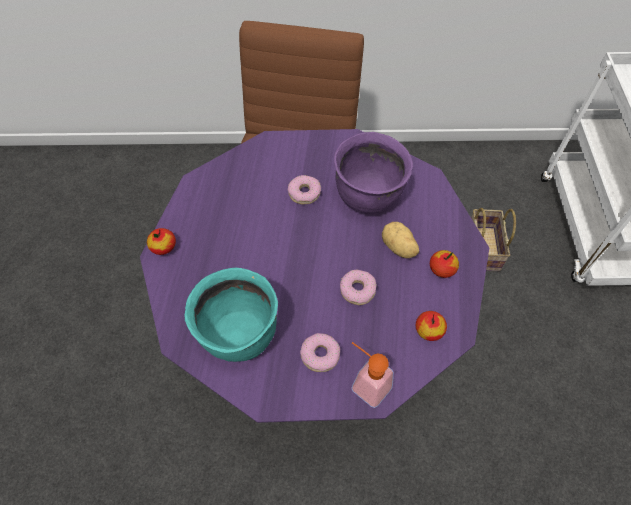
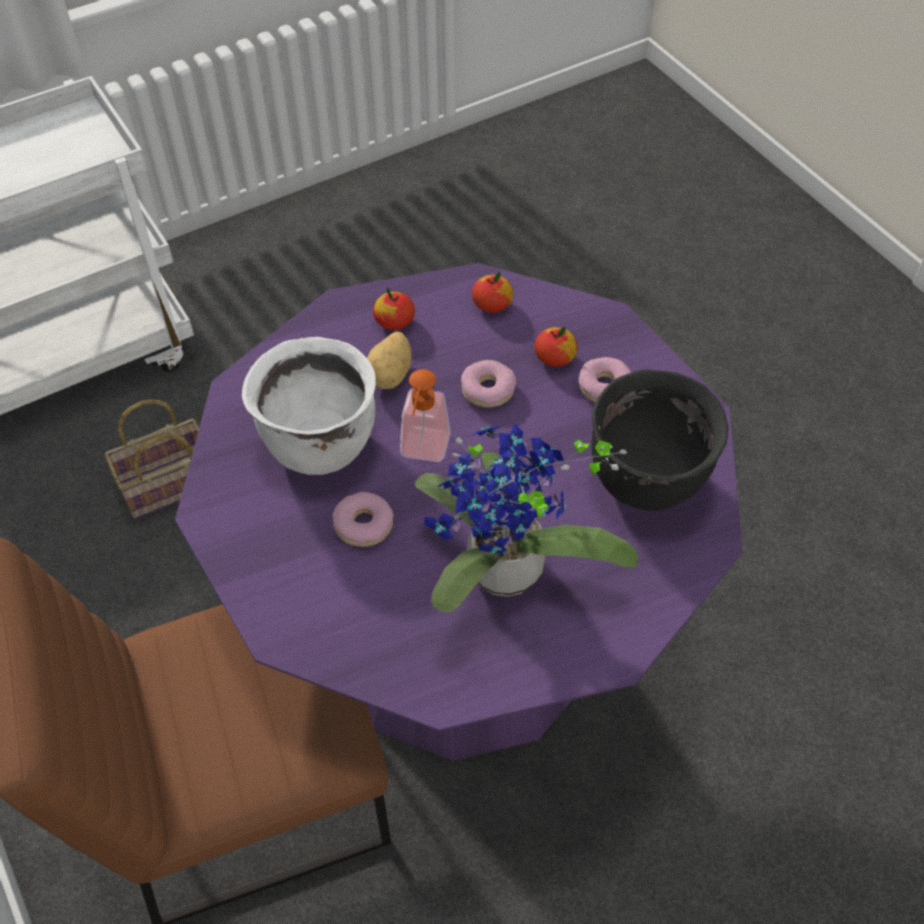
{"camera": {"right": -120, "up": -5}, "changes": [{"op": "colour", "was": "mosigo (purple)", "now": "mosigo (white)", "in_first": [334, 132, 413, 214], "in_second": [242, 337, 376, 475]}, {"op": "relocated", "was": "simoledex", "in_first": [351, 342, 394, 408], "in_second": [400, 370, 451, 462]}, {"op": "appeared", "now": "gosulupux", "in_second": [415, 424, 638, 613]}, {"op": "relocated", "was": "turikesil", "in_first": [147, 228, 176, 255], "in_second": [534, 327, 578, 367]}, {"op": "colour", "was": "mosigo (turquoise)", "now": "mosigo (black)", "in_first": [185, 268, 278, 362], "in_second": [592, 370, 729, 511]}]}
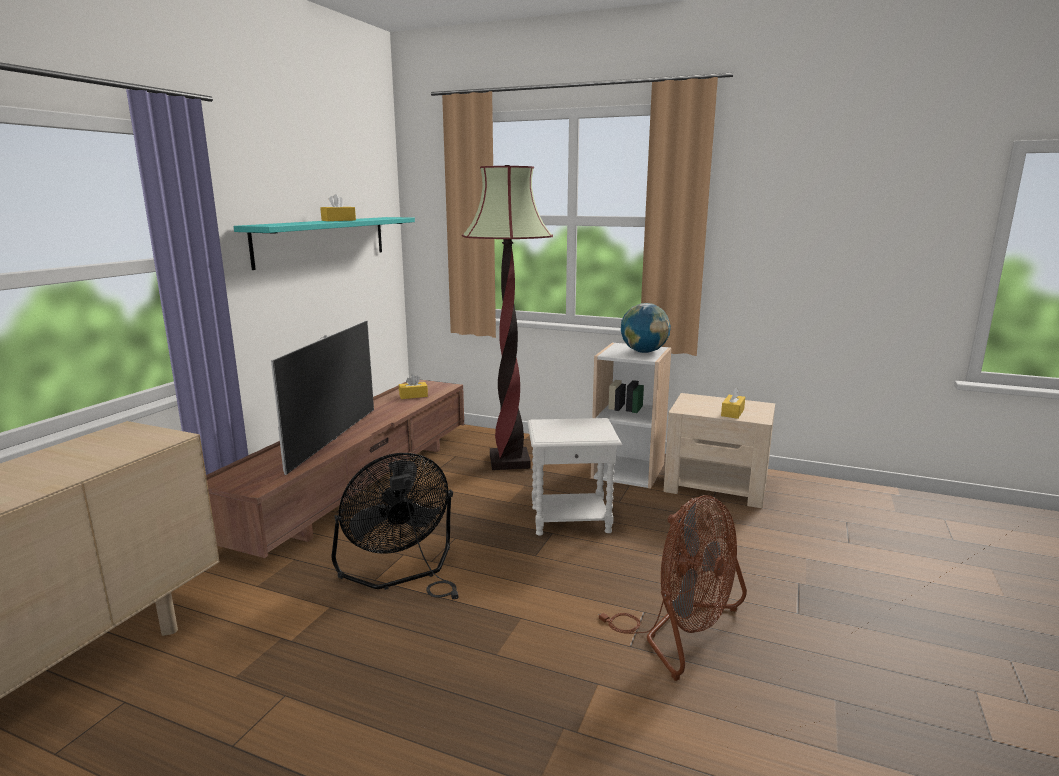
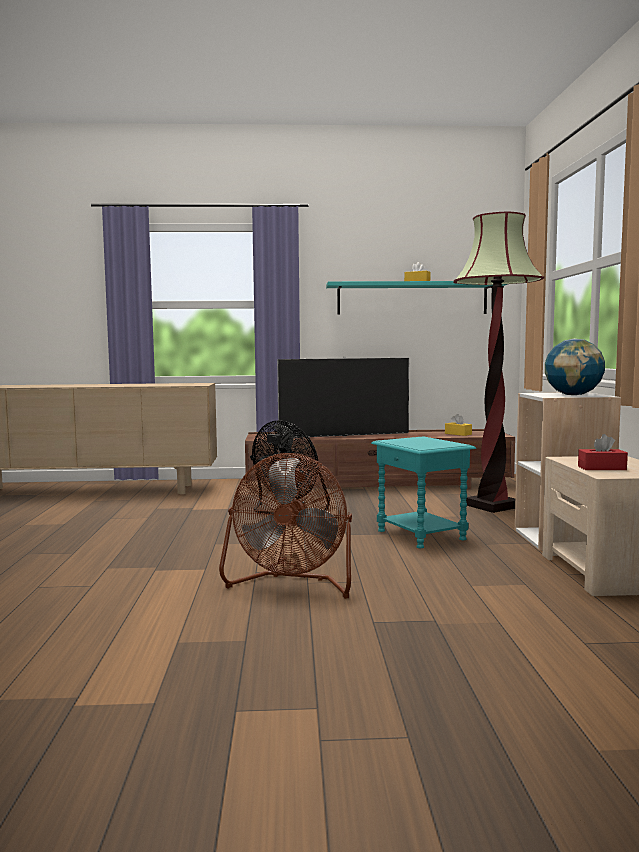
{"camera": {"right": 65, "up": -10}, "changes": [{"op": "colour", "was": "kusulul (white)", "now": "kusulul (turquoise)", "in_first": [527, 418, 622, 535], "in_second": [371, 436, 476, 548]}, {"op": "colour", "was": "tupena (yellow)", "now": "tupena (red)", "in_first": [721, 387, 745, 419], "in_second": [578, 434, 628, 470]}]}
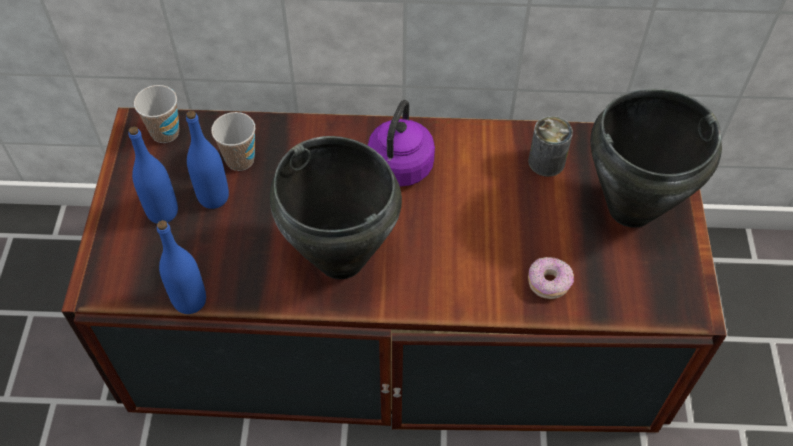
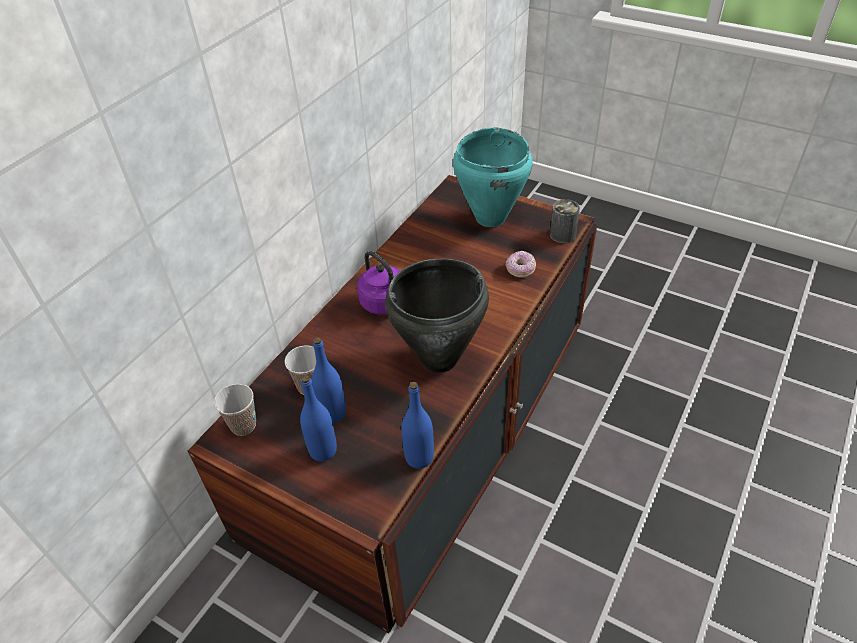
{"camera": {"right": -60, "up": -10}, "changes": [{"op": "colour", "was": "mosigo (black)", "now": "mosigo (turquoise)", "in_first": [590, 89, 722, 228], "in_second": [453, 128, 533, 227]}, {"op": "relocated", "was": "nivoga", "in_first": [528, 116, 573, 177], "in_second": [550, 199, 580, 243]}]}
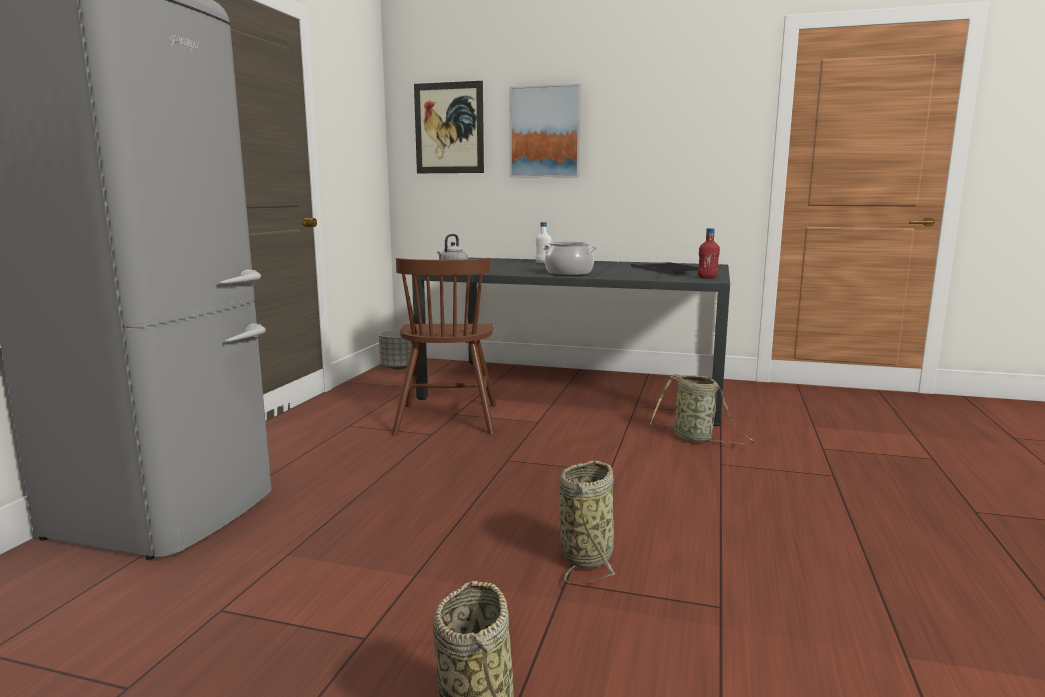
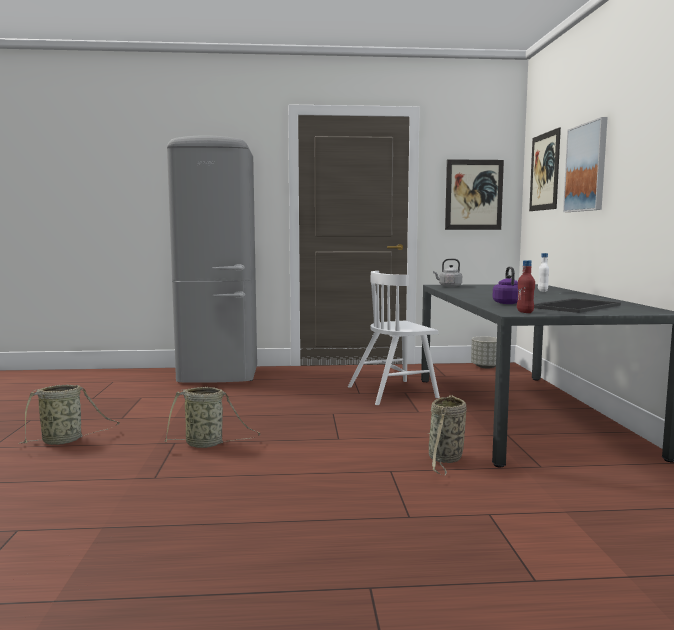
{"camera": {"right": 70, "up": -5}, "changes": [{"op": "colour", "was": "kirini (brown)", "now": "kirini (white)", "in_first": [392, 258, 496, 436], "in_second": [348, 271, 440, 405]}, {"op": "appeared", "now": "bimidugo", "in_second": [445, 159, 504, 230]}, {"op": "appeared", "now": "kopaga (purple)", "in_second": [492, 267, 518, 304]}, {"op": "missing", "was": "mosigo", "in_first": [543, 242, 597, 275]}]}
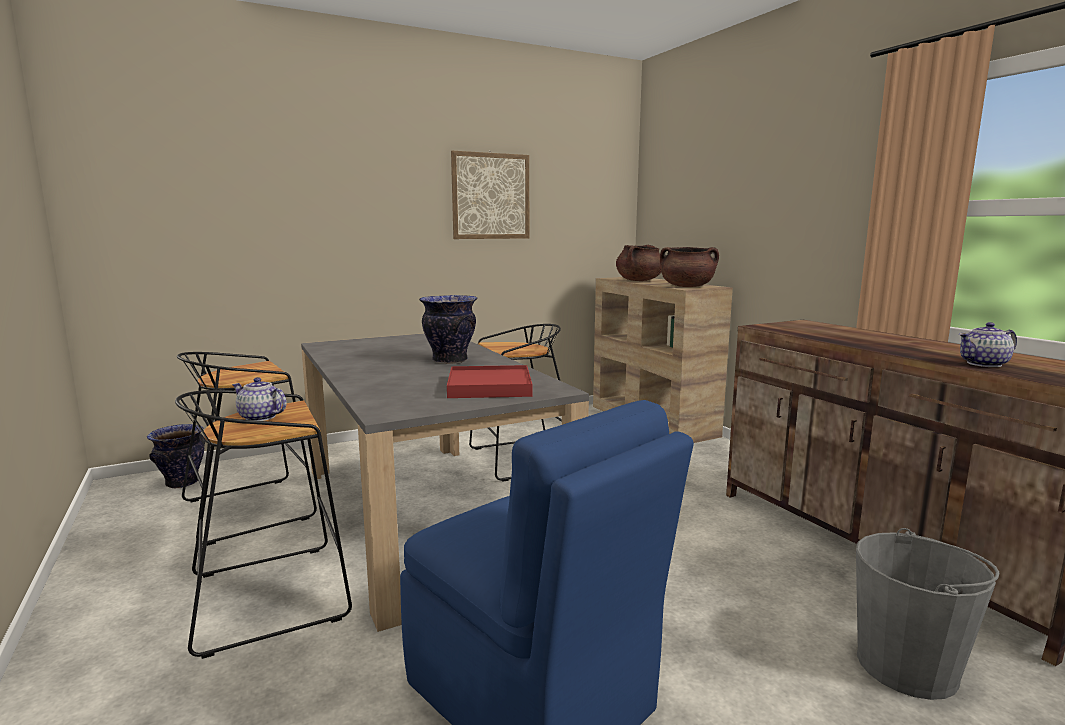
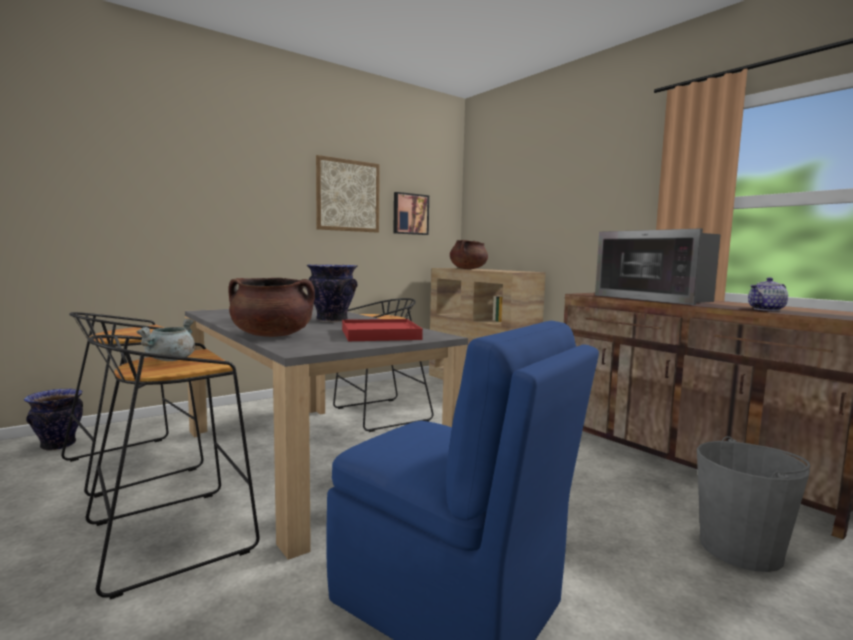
{"camera": {"right": -10, "up": -5}, "changes": [{"op": "exchanged", "was": "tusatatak", "now": "mosigo (grey)", "in_first": [232, 377, 287, 421], "in_second": [136, 319, 195, 361]}, {"op": "relocated", "was": "mosigo (brown)", "in_first": [660, 247, 719, 287], "in_second": [228, 278, 315, 337]}, {"op": "appeared", "now": "bimidugo", "in_second": [393, 192, 429, 235]}, {"op": "appeared", "now": "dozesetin", "in_second": [595, 228, 721, 305]}]}
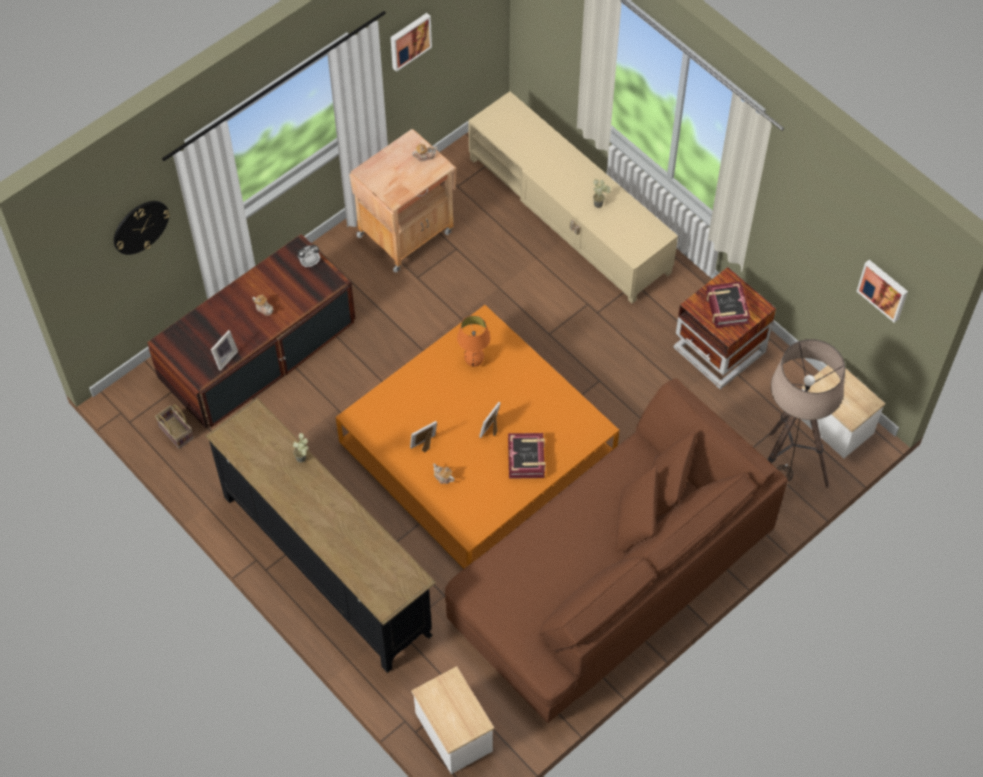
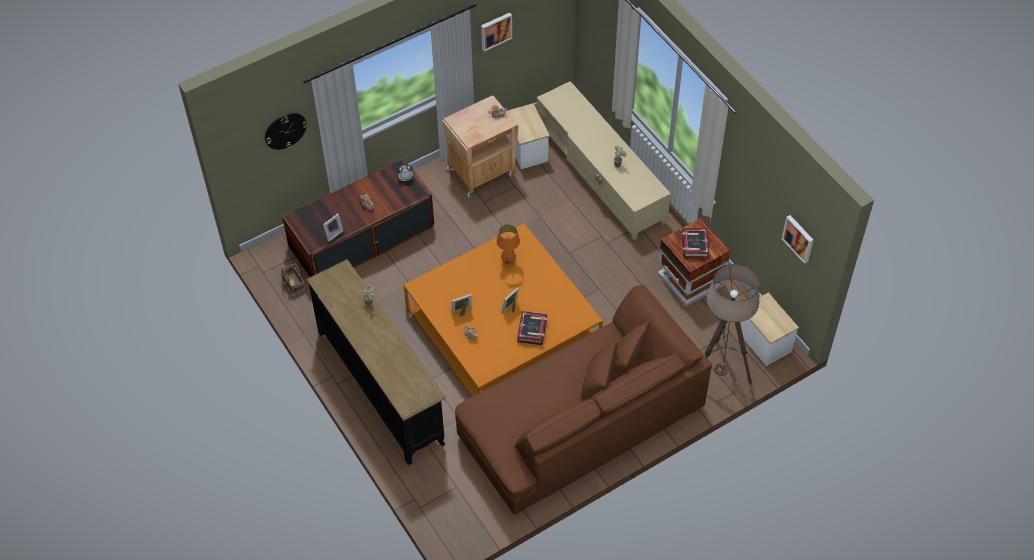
{"camera": {"right": 10, "up": -5}, "changes": [{"op": "relocated", "was": "kusulul", "in_first": [412, 666, 494, 774], "in_second": [506, 103, 550, 169]}]}
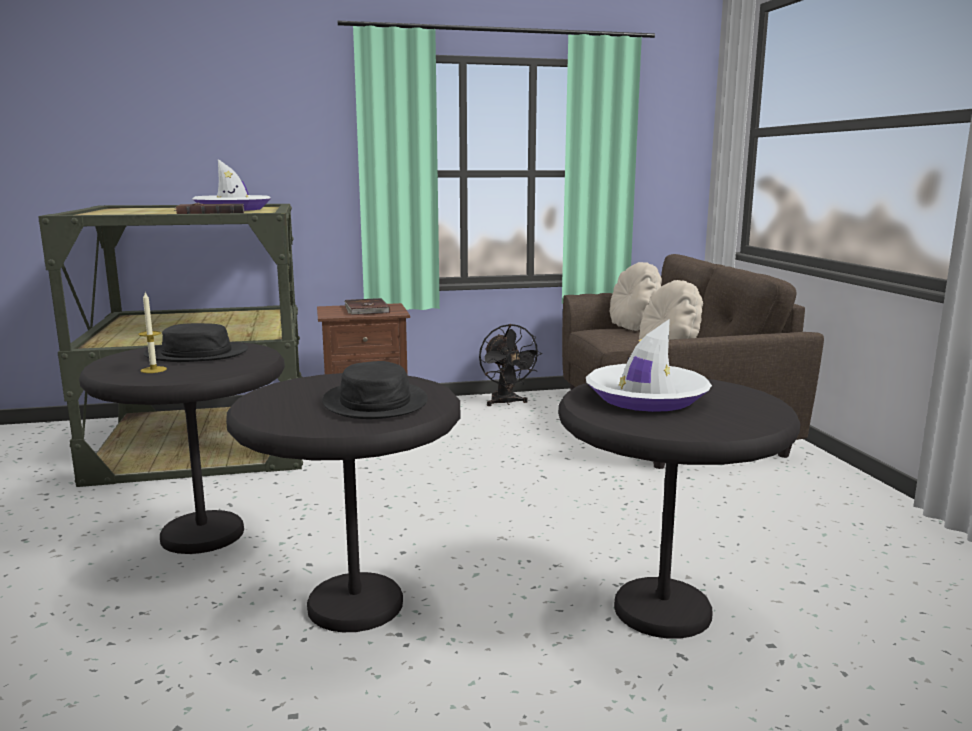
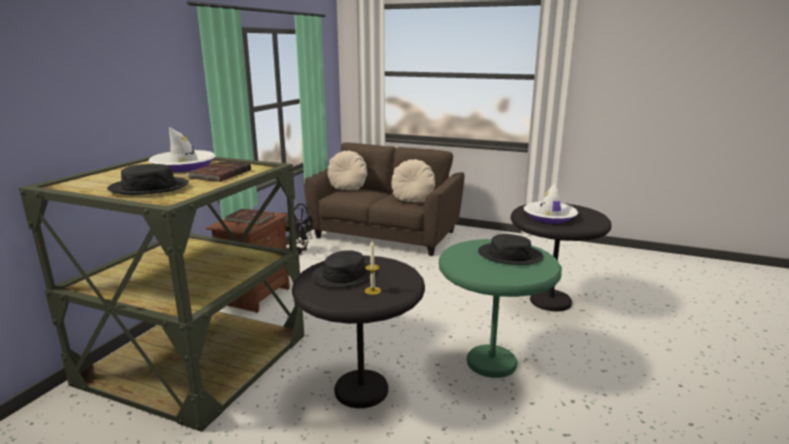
{"camera": {"right": -55, "up": 5}, "changes": [{"op": "appeared", "now": "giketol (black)", "in_second": [107, 164, 189, 195]}, {"op": "colour", "was": "kusulul (black)", "now": "kusulul (green)", "in_first": [226, 373, 460, 632], "in_second": [439, 239, 562, 378]}]}
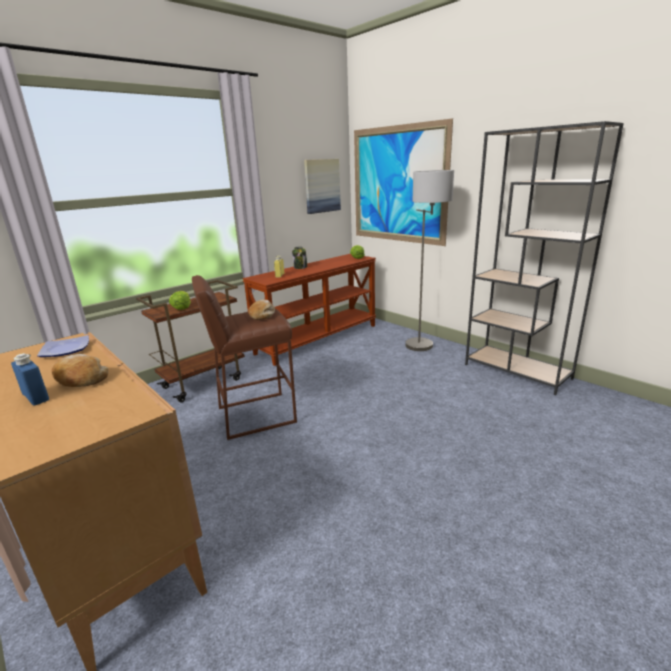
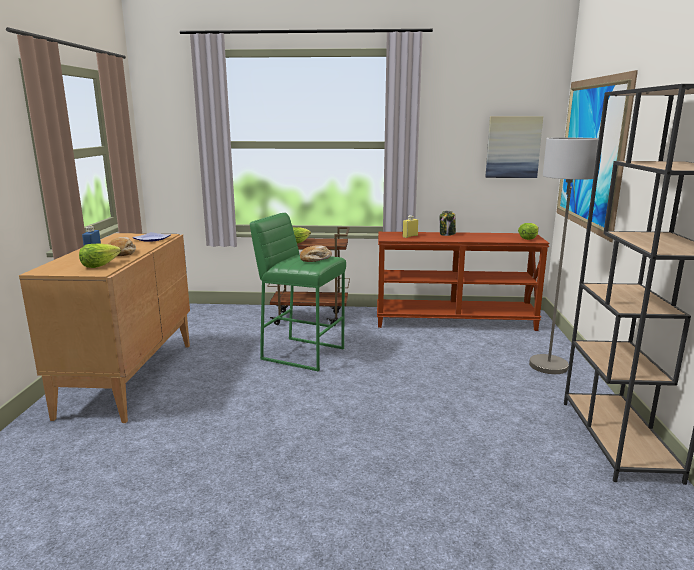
{"camera": {"right": 45, "up": -5}, "changes": [{"op": "appeared", "now": "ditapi", "in_second": [79, 243, 121, 268]}, {"op": "colour", "was": "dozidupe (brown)", "now": "dozidupe (green)", "in_first": [192, 275, 297, 440], "in_second": [250, 213, 346, 372]}]}
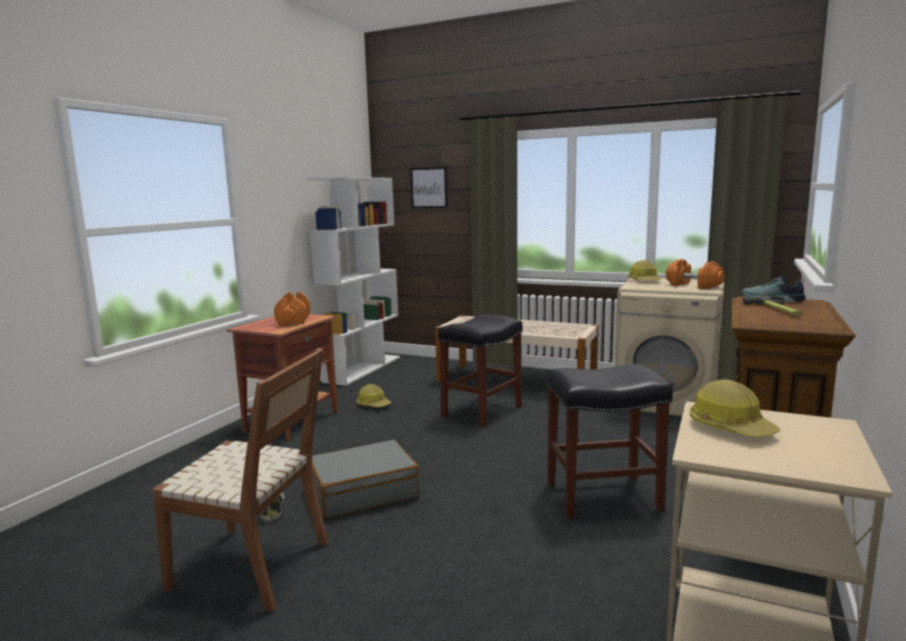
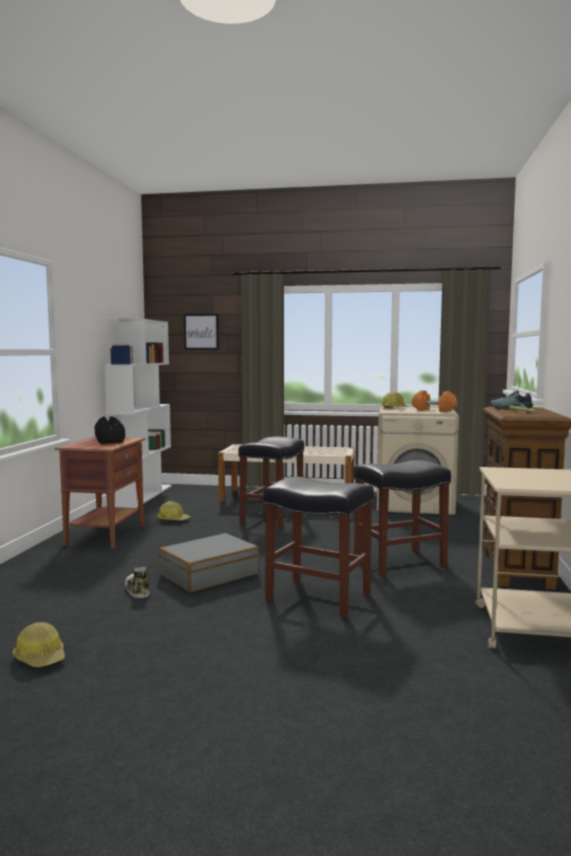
{"camera": {"right": -15, "up": -5}, "changes": [{"op": "relocated", "was": "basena", "in_first": [690, 379, 781, 438], "in_second": [12, 622, 65, 667]}, {"op": "colour", "was": "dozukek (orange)", "now": "dozukek (black)", "in_first": [274, 292, 310, 325], "in_second": [95, 416, 125, 444]}, {"op": "appeared", "now": "dozidupe (black)", "in_second": [264, 477, 374, 618]}, {"op": "missing", "was": "kirini", "in_first": [152, 348, 329, 612]}]}
